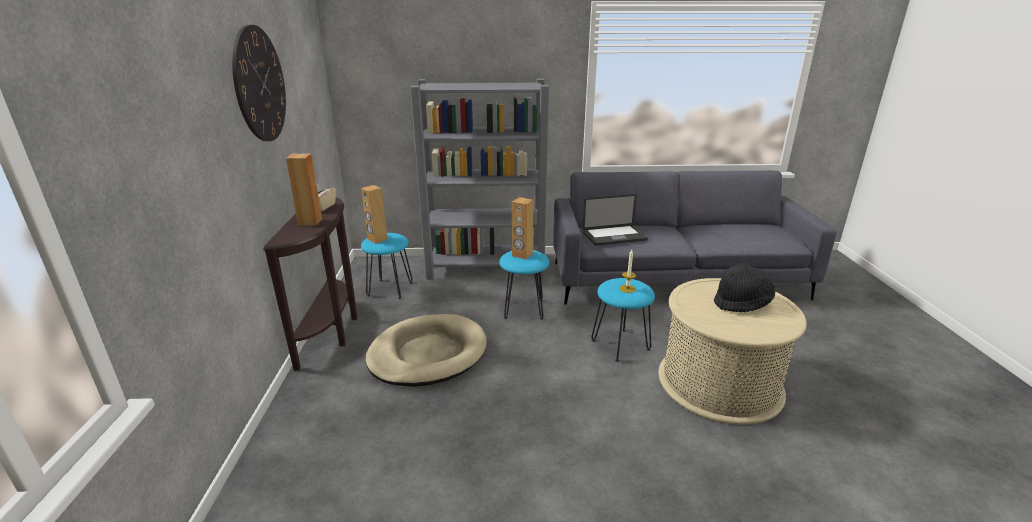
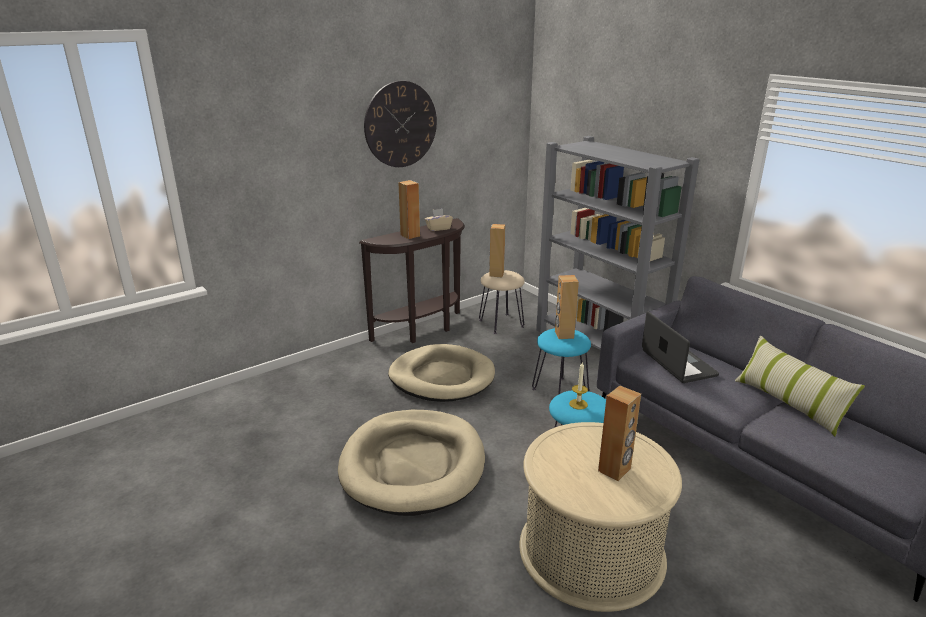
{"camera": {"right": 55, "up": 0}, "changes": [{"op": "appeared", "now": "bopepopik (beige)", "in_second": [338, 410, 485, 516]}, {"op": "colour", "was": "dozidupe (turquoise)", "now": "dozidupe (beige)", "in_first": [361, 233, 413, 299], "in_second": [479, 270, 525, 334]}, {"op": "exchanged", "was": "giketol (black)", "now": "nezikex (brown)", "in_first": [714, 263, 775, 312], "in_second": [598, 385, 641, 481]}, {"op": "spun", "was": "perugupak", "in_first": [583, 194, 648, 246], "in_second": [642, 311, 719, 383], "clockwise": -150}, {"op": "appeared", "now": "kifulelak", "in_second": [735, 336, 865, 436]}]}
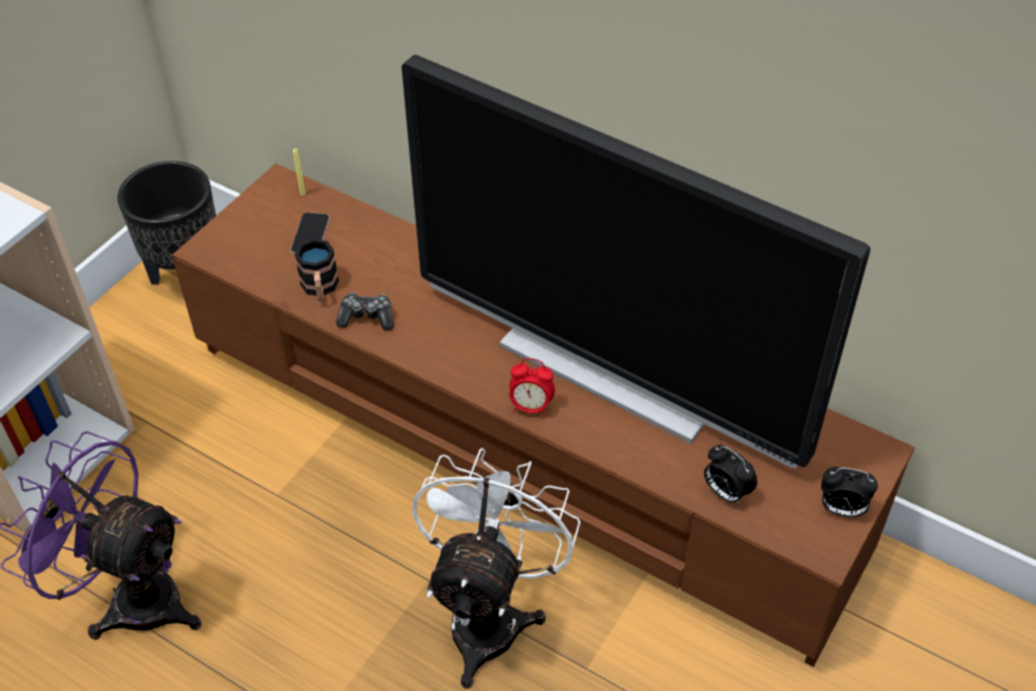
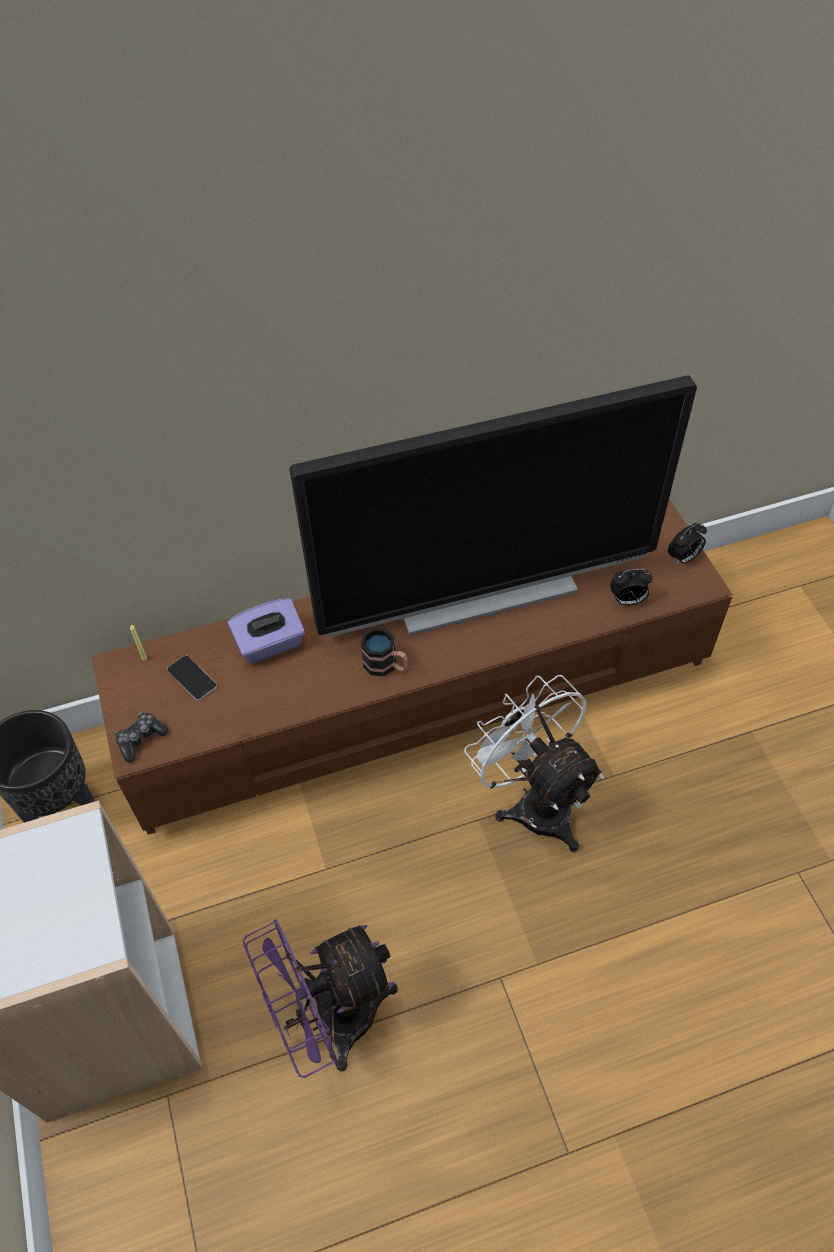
{"camera": {"right": -50, "up": 5}, "changes": [{"op": "relocated", "was": "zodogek", "in_first": [336, 293, 394, 330], "in_second": [115, 712, 169, 762]}, {"op": "appeared", "now": "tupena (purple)", "in_second": [228, 598, 305, 664]}, {"op": "relocated", "was": "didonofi", "in_first": [295, 239, 339, 301], "in_second": [361, 628, 408, 676]}, {"op": "missing", "was": "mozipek", "in_first": [510, 358, 555, 417]}]}
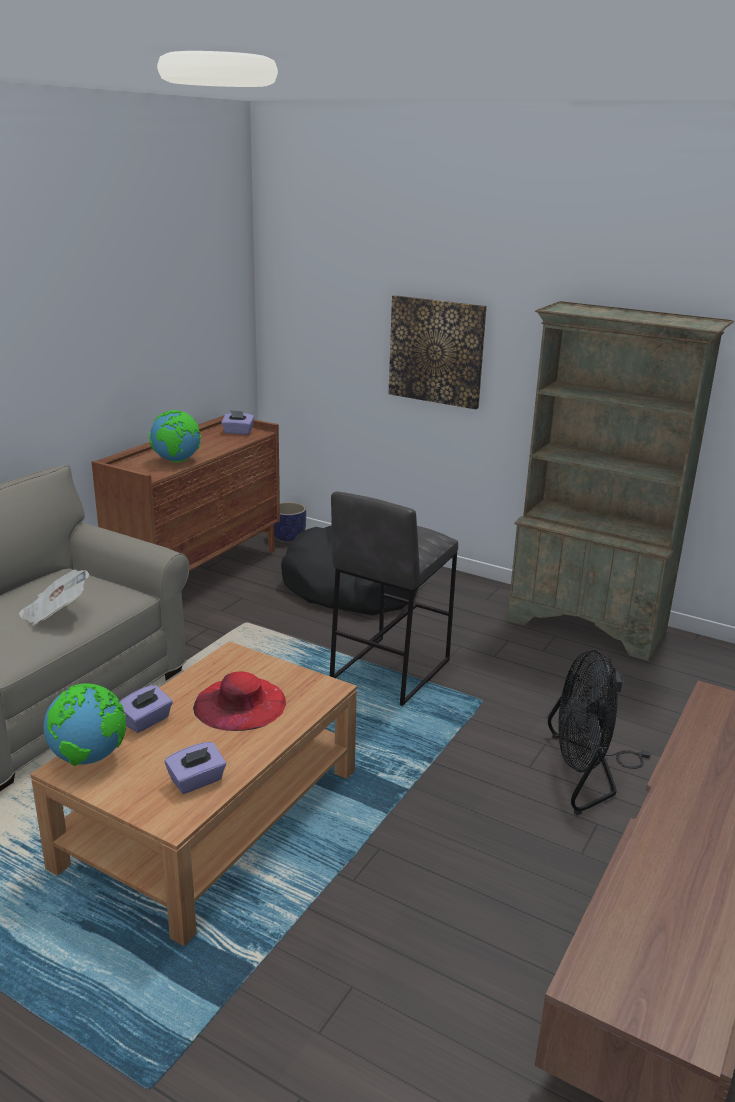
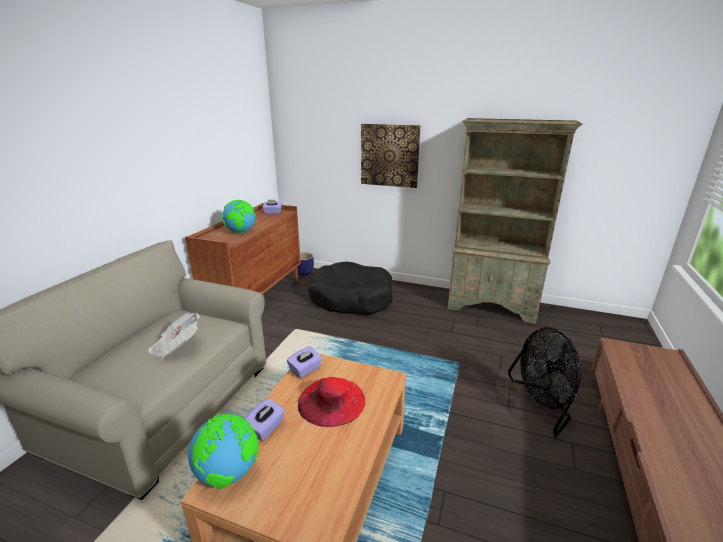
{"camera": {"right": -10, "up": 0}, "changes": [{"op": "relocated", "was": "tupena (purple)", "in_first": [165, 742, 226, 794], "in_second": [287, 347, 322, 378]}, {"op": "missing", "was": "dozidupe (grey)", "in_first": [330, 491, 458, 706]}]}
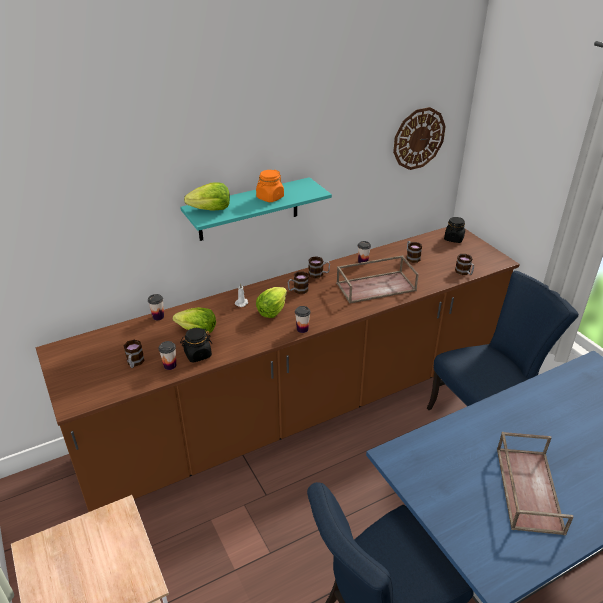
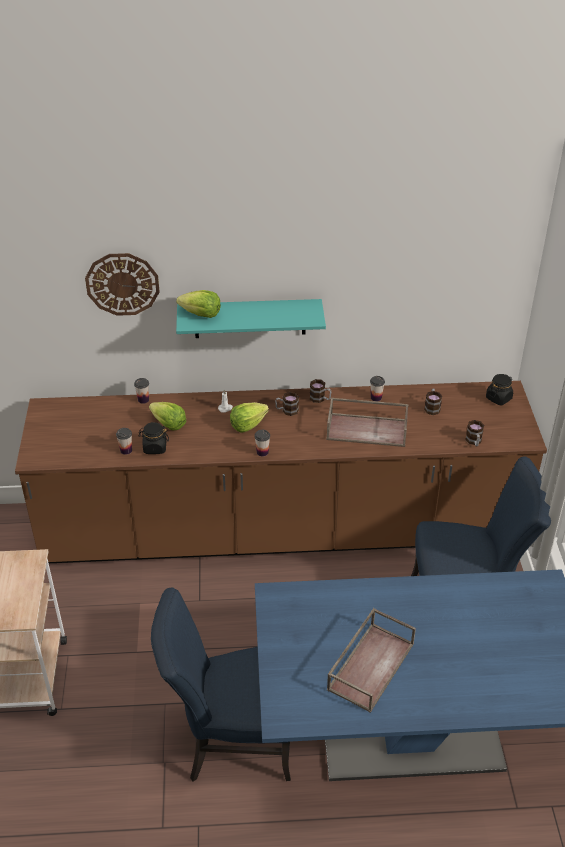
{"camera": {"right": 25, "up": 5}, "changes": [{"op": "relocated", "was": "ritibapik", "in_first": [393, 107, 446, 170], "in_second": [85, 253, 160, 316]}, {"op": "missing", "was": "didonofi", "in_first": [123, 340, 145, 368]}, {"op": "missing", "was": "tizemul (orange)", "in_first": [256, 170, 284, 202]}]}
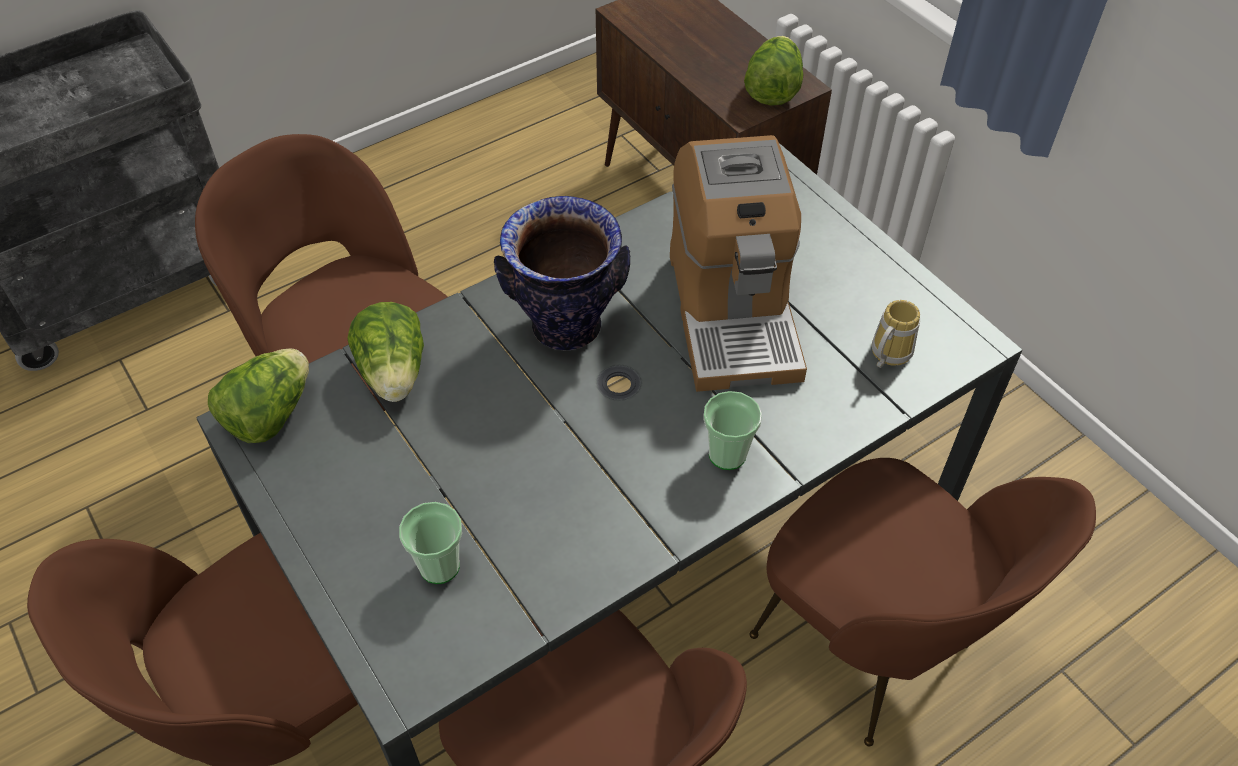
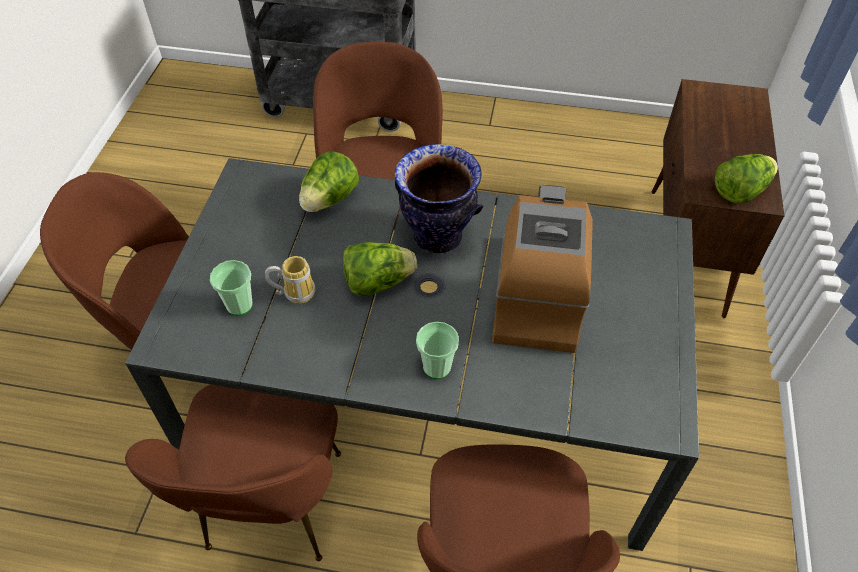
{"camera": {"right": 45, "up": 0}, "changes": [{"op": "relocated", "was": "didonofi", "in_first": [872, 300, 920, 368], "in_second": [265, 256, 315, 304]}, {"op": "relocated", "was": "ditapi", "in_first": [208, 348, 309, 443], "in_second": [343, 242, 417, 296]}, {"op": "spun", "was": "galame", "in_first": [670, 135, 807, 392], "in_second": [492, 185, 593, 353], "clockwise": 150}]}
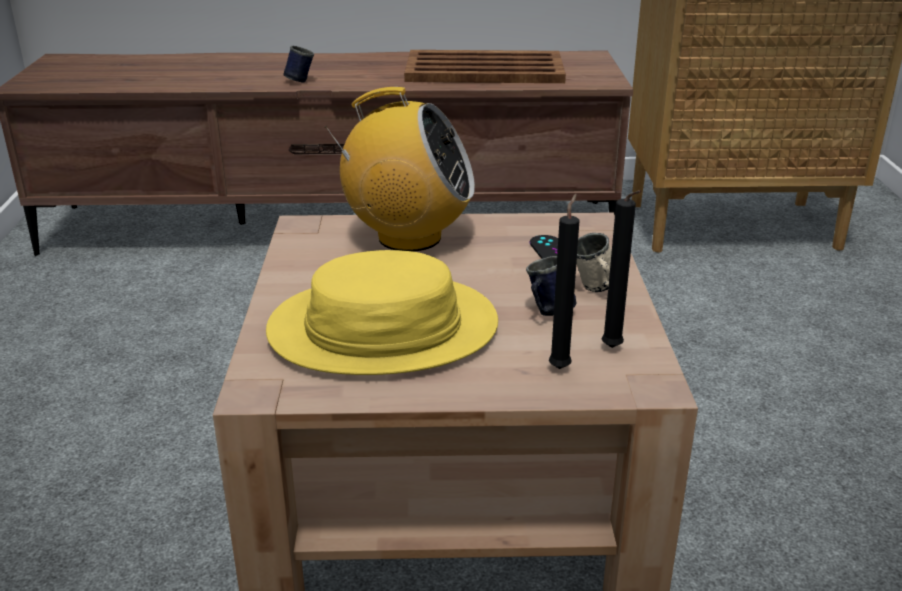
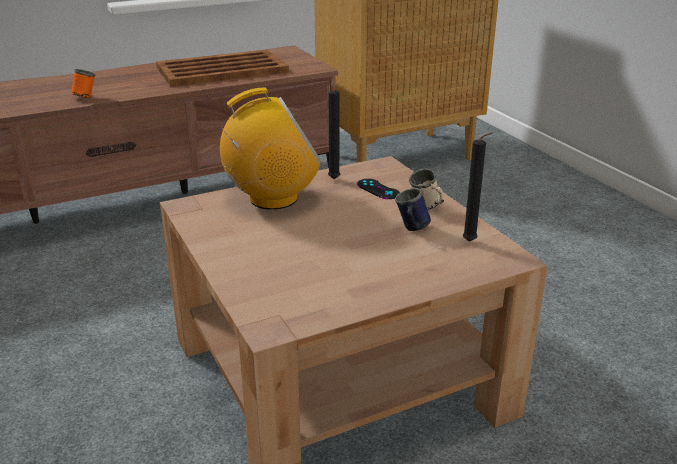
{"camera": {"right": -25, "up": 0}, "changes": [{"op": "colour", "was": "didonofi (blue)", "now": "didonofi (orange)", "in_first": [283, 46, 314, 83], "in_second": [71, 69, 95, 98]}, {"op": "relocated", "was": "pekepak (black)", "in_first": [549, 194, 580, 369], "in_second": [328, 78, 340, 179]}, {"op": "missing", "was": "giketol (yellow)", "in_first": [266, 250, 498, 375]}]}
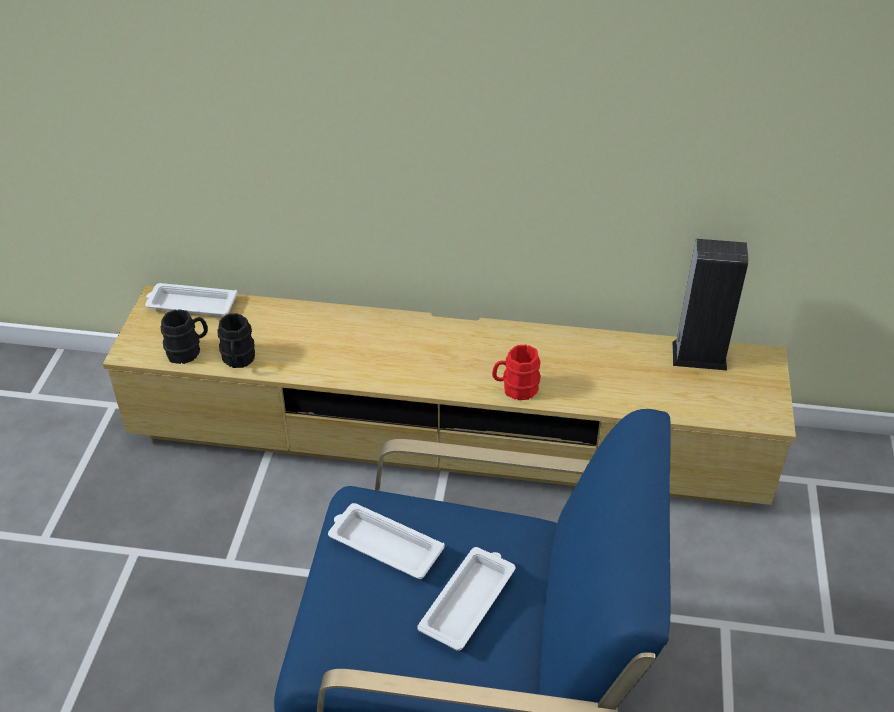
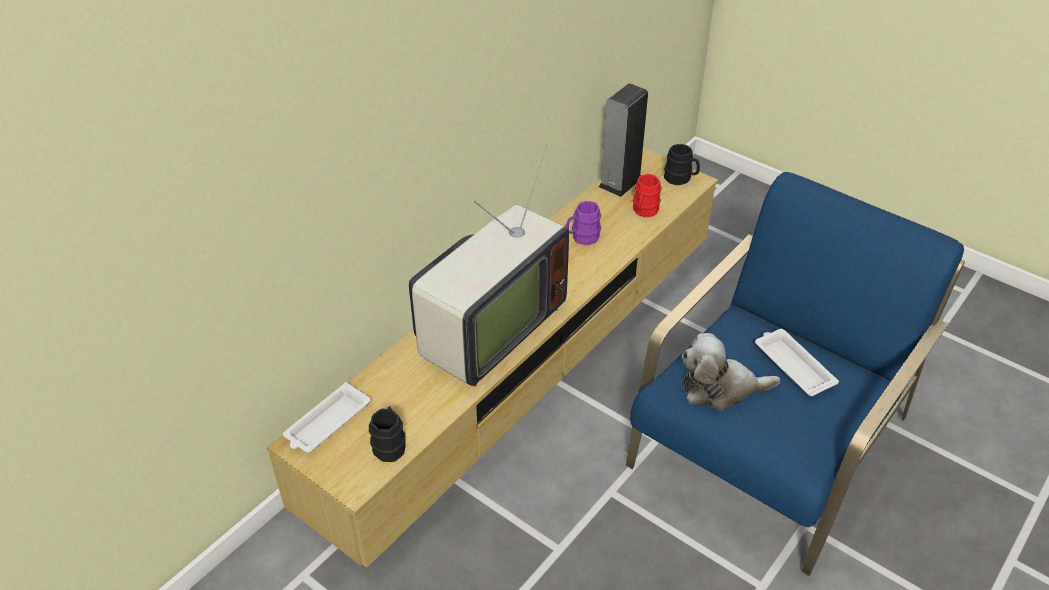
{"camera": {"right": -60, "up": 0}, "changes": [{"op": "appeared", "now": "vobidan", "in_second": [409, 144, 569, 387]}, {"op": "appeared", "now": "didonofi (purple)", "in_second": [566, 201, 601, 245]}, {"op": "relocated", "was": "didonofi (red)", "in_first": [492, 345, 541, 400], "in_second": [633, 174, 662, 218]}, {"op": "relocated", "was": "didonofi (black)", "in_first": [217, 313, 255, 368], "in_second": [664, 144, 700, 185]}, {"op": "exchanged", "was": "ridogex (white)", "now": "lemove", "in_first": [328, 503, 445, 579], "in_second": [682, 333, 780, 411]}]}
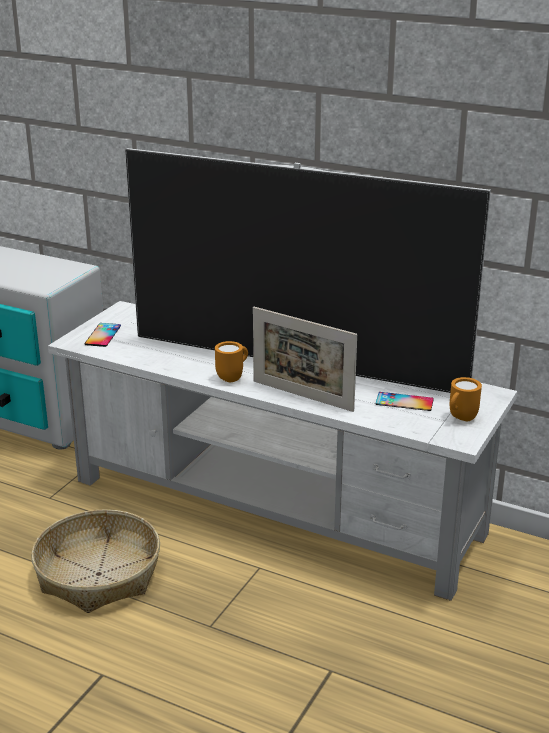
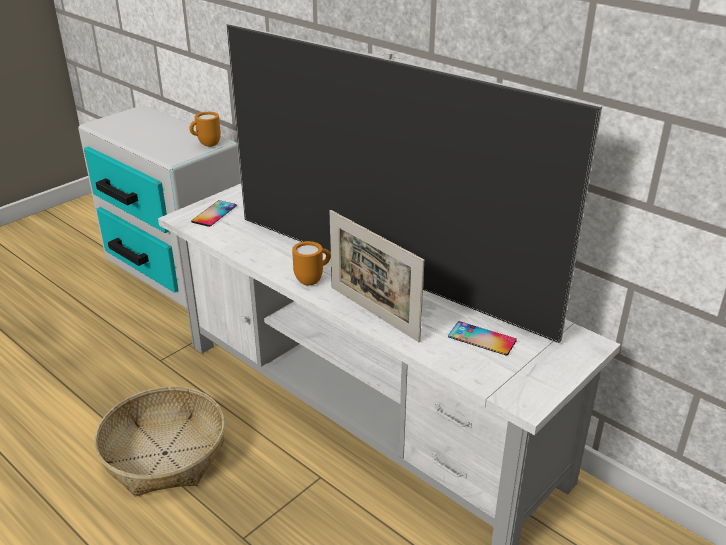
{"camera": {"right": 15, "up": 5}, "changes": [{"op": "relocated", "was": "didonofi (orange)", "in_first": [450, 377, 482, 421], "in_second": [189, 112, 221, 147]}]}
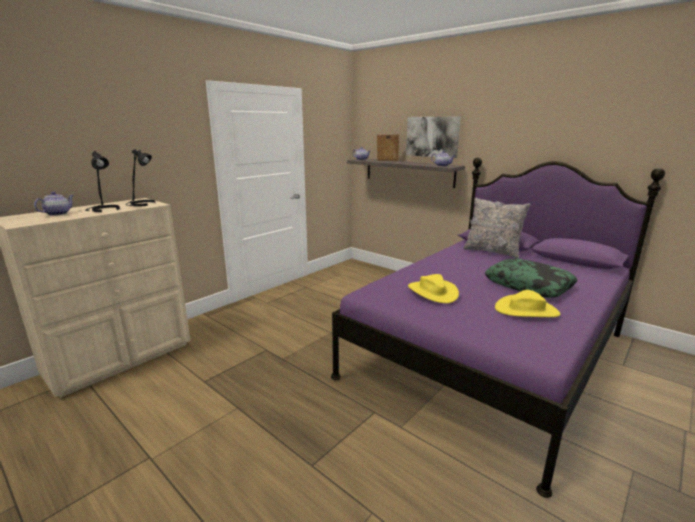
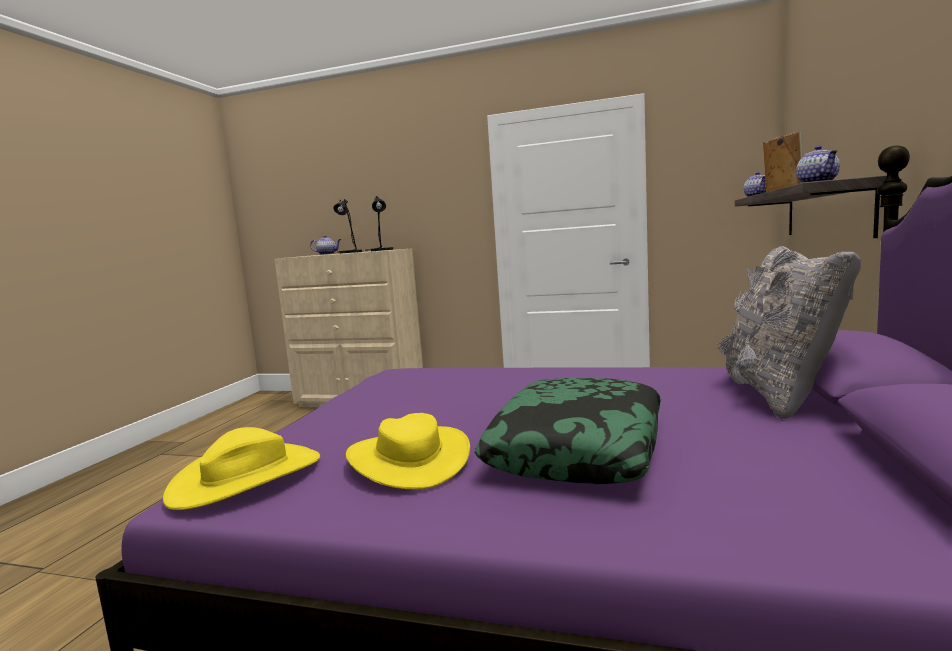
{"camera": {"right": 65, "up": -10}, "changes": [{"op": "relocated", "was": "giketol (yellow)", "in_first": [408, 274, 459, 303], "in_second": [163, 427, 320, 510]}, {"op": "missing", "was": "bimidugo", "in_first": [406, 116, 461, 158]}]}
